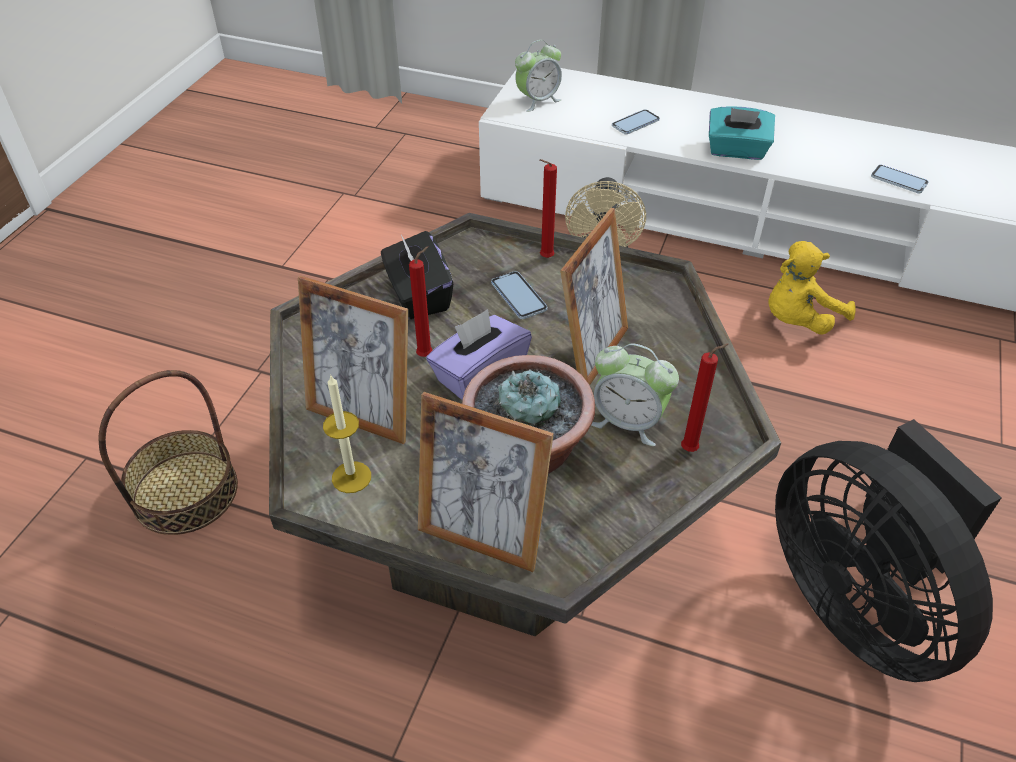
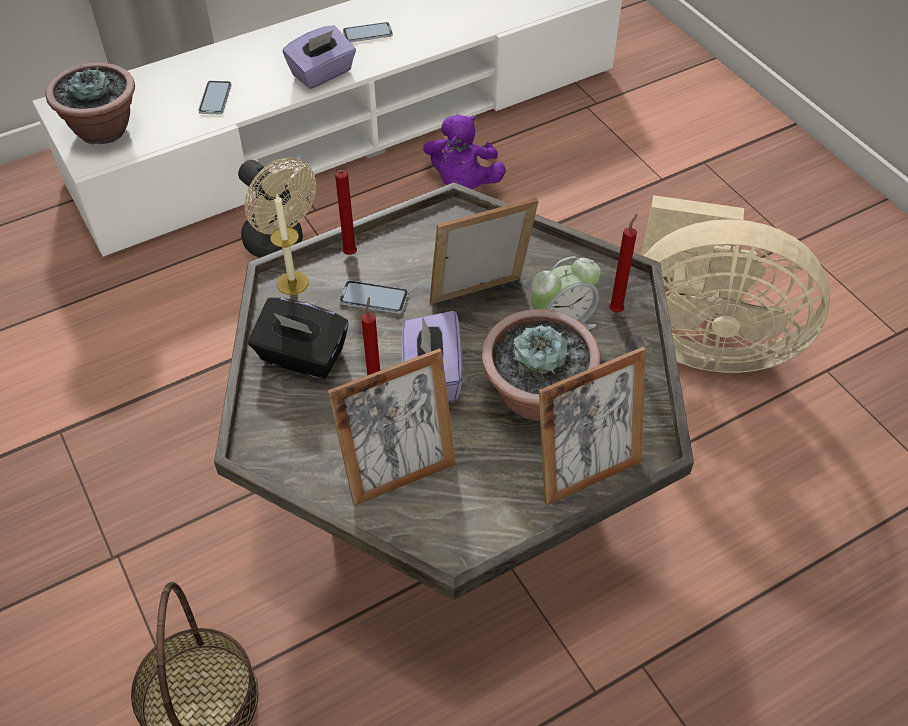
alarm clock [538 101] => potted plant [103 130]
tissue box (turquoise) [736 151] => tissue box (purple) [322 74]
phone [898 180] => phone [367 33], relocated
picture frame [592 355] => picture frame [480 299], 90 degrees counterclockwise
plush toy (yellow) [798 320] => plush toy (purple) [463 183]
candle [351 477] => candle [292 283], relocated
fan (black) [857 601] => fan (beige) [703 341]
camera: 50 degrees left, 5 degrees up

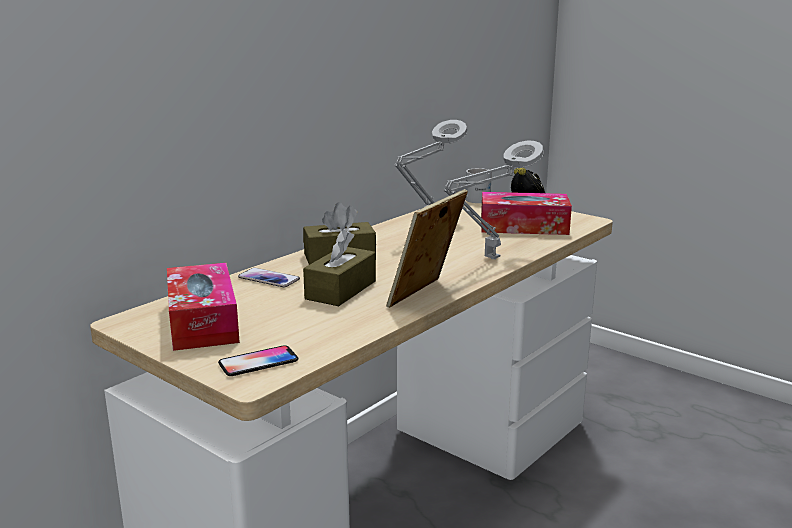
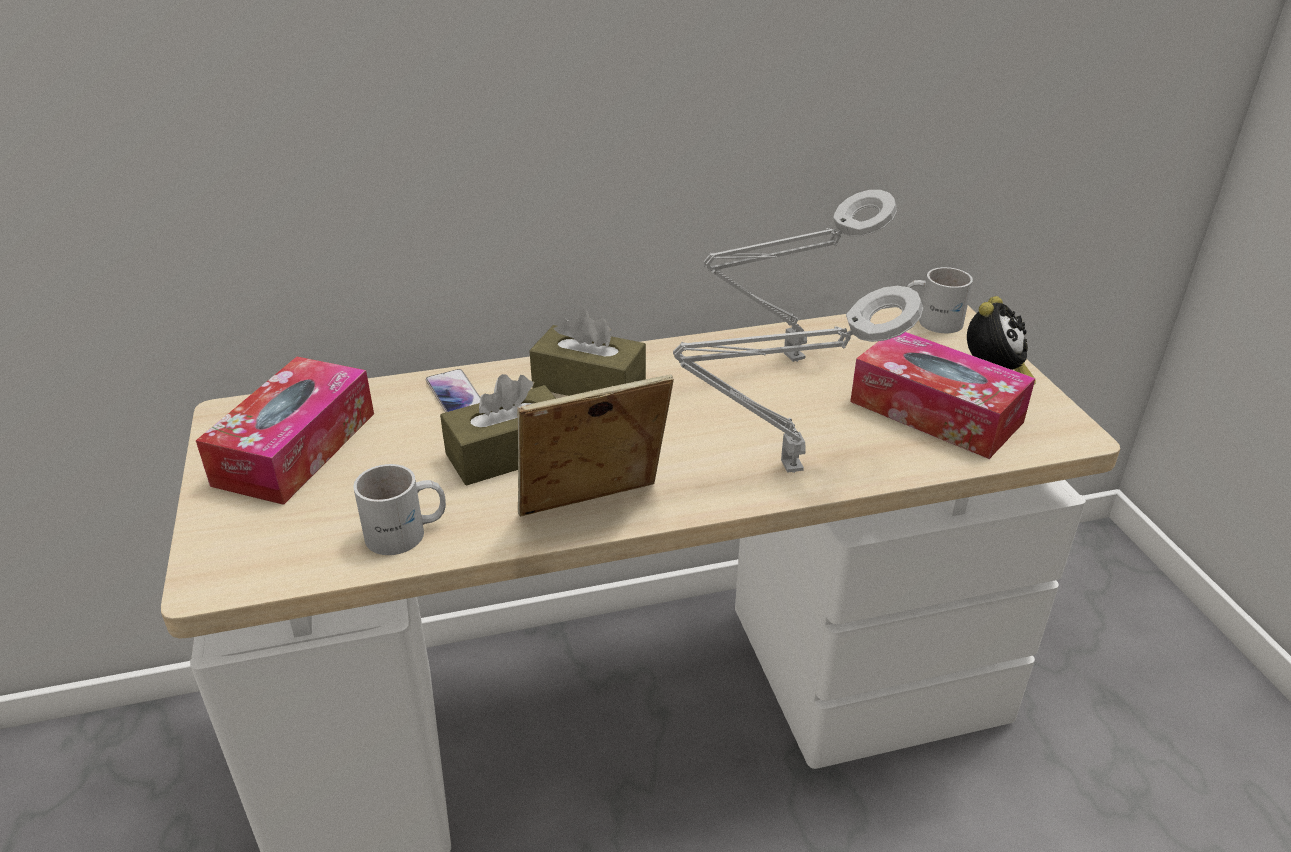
phone [258 362] => nothing
nothing => mug (white) [407 534]
camera: 35 degrees right, 15 degrees up

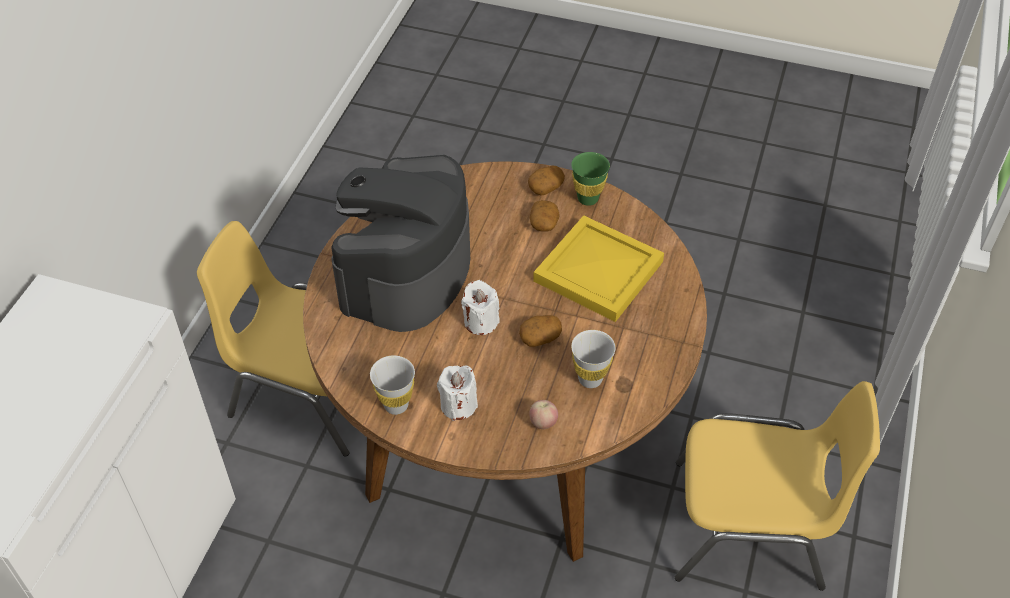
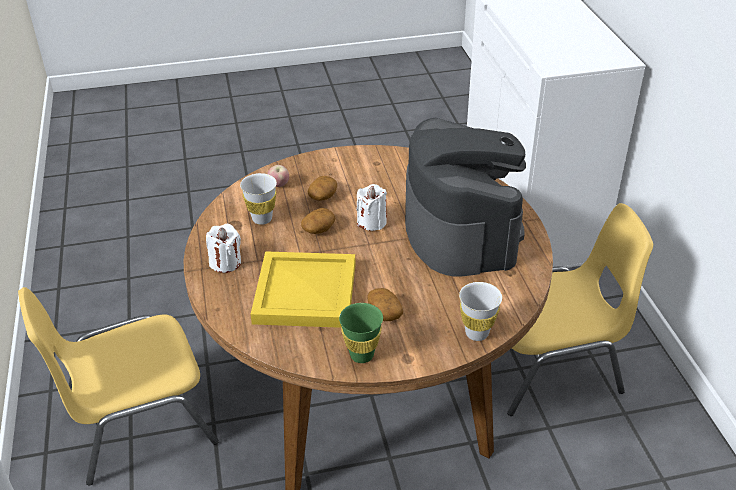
potato [546 187] => potato [323 196], relocated
cup (white) [396 405] => cup (white) [477 333], relocated
candle (white) [458 405] => candle (white) [225 263], relocated
camera: 150 degrees right, 10 degrees down

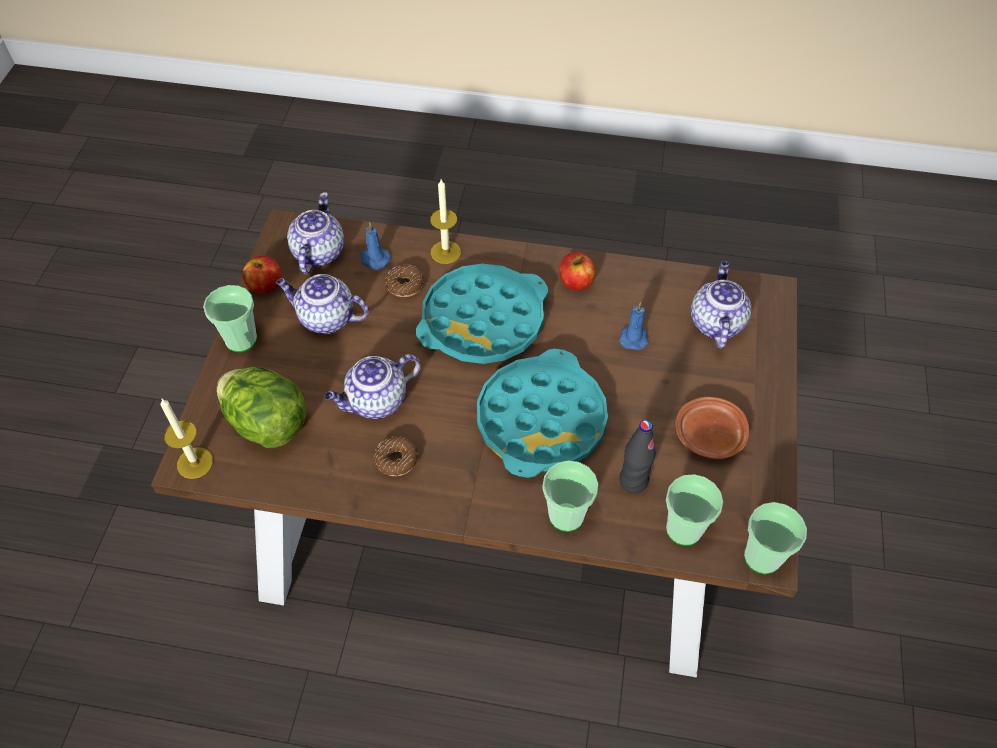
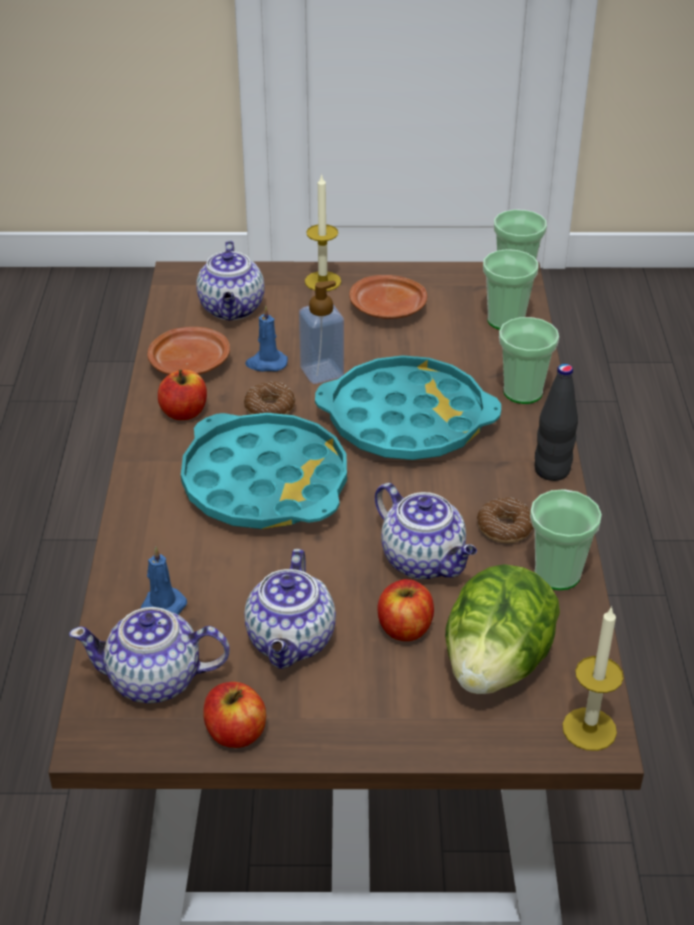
candle [445 252] => candle [323 281], relocated
teapot [715 322] => teapot [232 309], 90 degrees counterclockwise
donut [405 285] => donut [269 408], relocated
cup [241 339] => cup [557 574], relocated
bottle (black) [633 481] => bottle (black) [552 470], relocated
nothing => soap dispenser [322 372]
nothing => plate (brown) [190 364]
nothing => apple [404 628]
camera: 100 degrees left, 15 degrees down

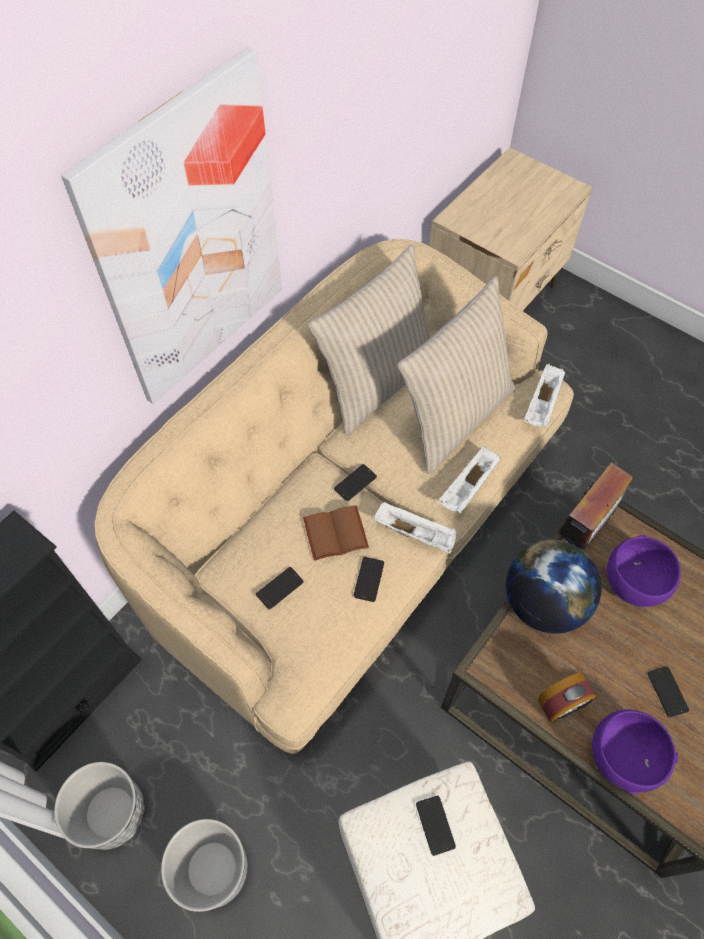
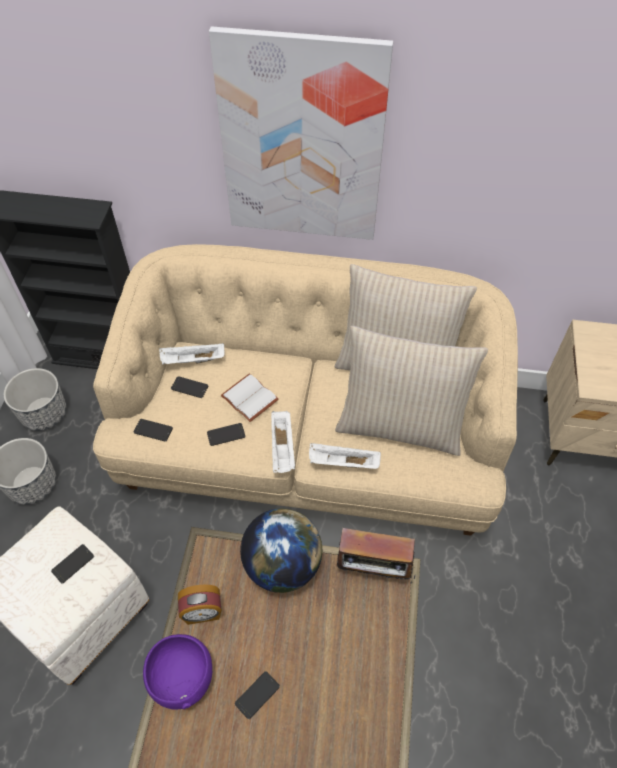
tray (white) [542 404] => tray (white) [192 361], relocated
phone [355 483] => phone [153 430], relocated
book (brown) [335 535] => book (white) [248 398]
bowl (purple) [632 583] => nothing
alarm clock [560 705] => alarm clock [202 612], 45 degrees counterclockwise
camera: 60 degrees right, 5 degrees down

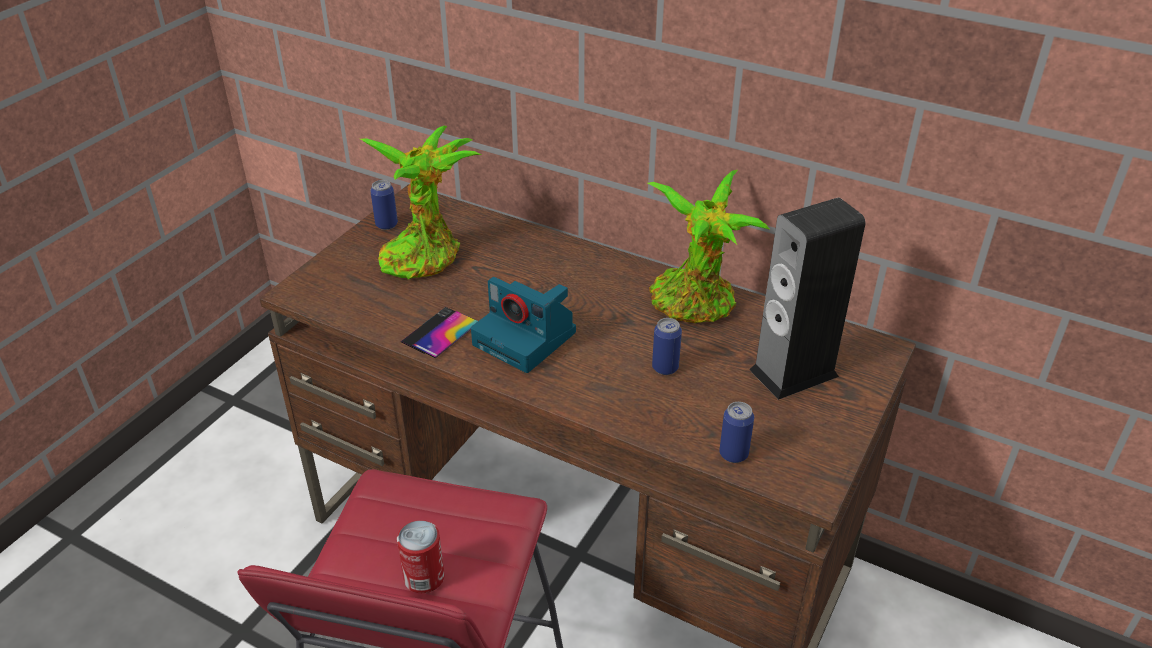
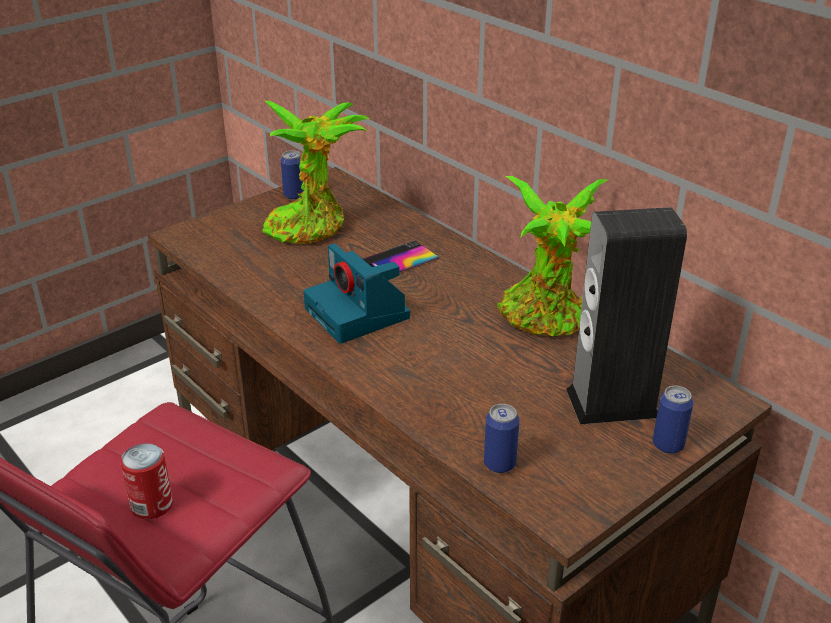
phone [440 332] => phone [400 259], relocated
can [665 368] => can [668 445], relocated
camera: 20 degrees right, 5 degrees down

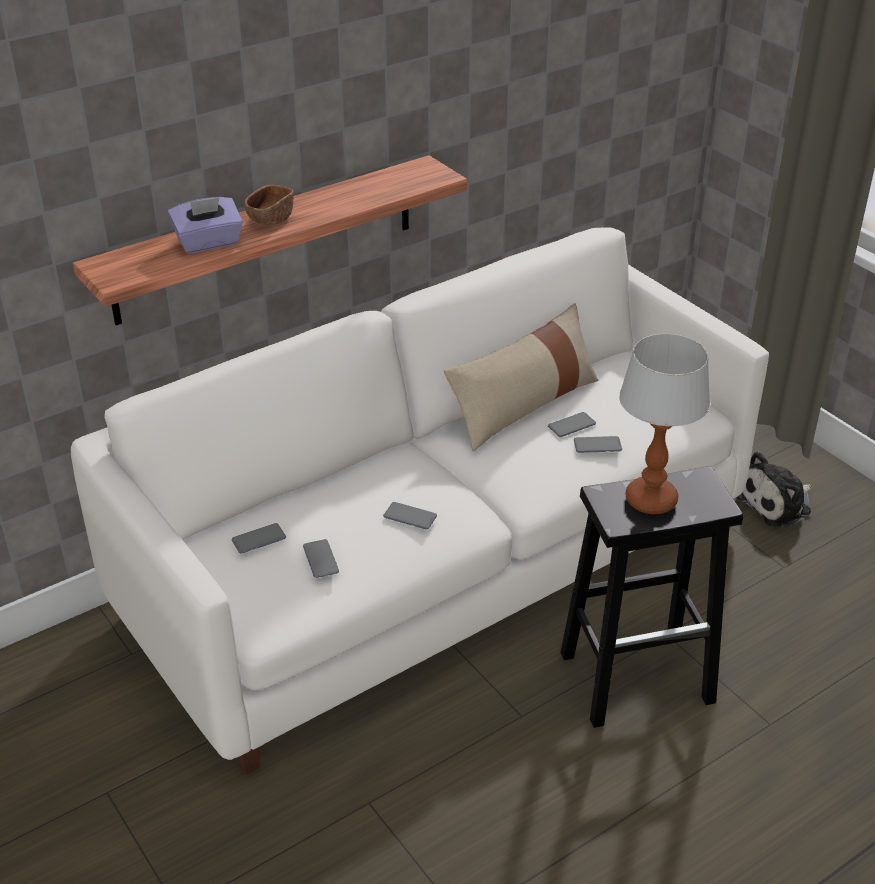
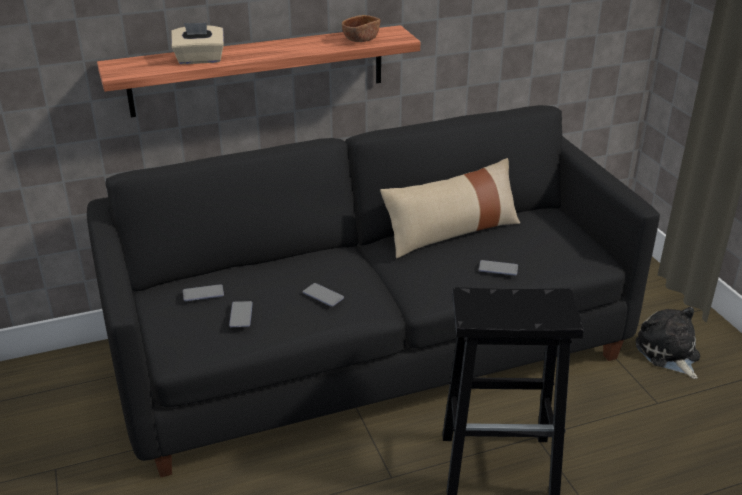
bowl (brown) [270 218] => bowl (brown) [361 39], relocated
tissue box (purple) [208 243] => tissue box (beige) [200 60]
sofa (white) [437 564] => sofa (black) [371 351]
table lamp [652 500] => nothing
phone [571 425] => nothing
plush toy [777 504] => plush toy [668 353], 90 degrees clockwise
camera: 15 degrees right, 5 degrees down

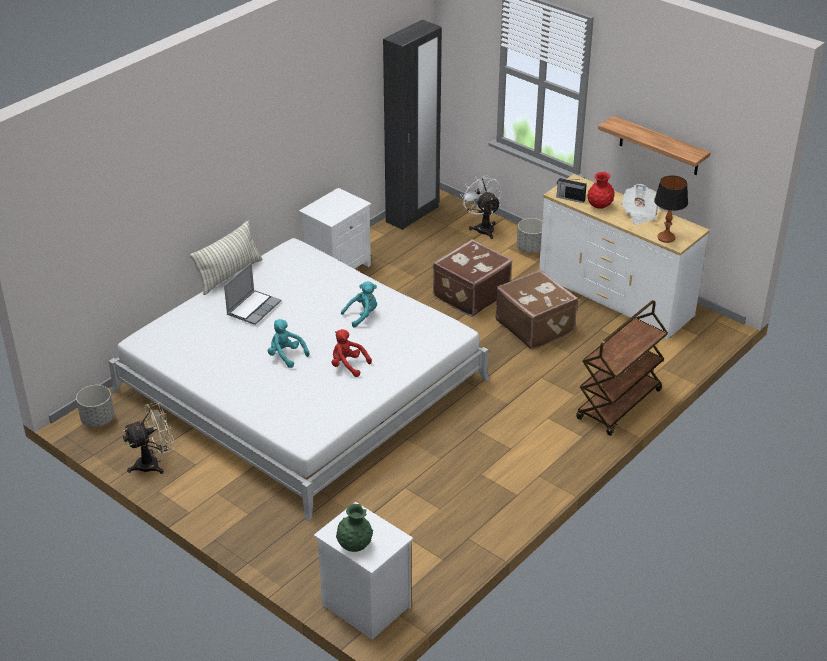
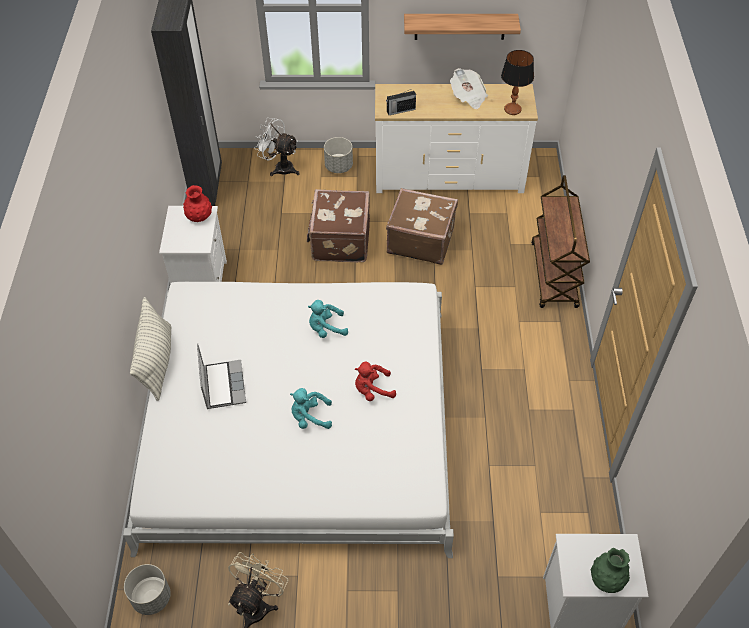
vase (red) [599 206] => vase (red) [199 217], relocated
plush toy (turquoise) [362 315] => plush toy (turquoise) [326 328], 120 degrees counterclockwise
camera: 40 degrees left, 15 degrees up

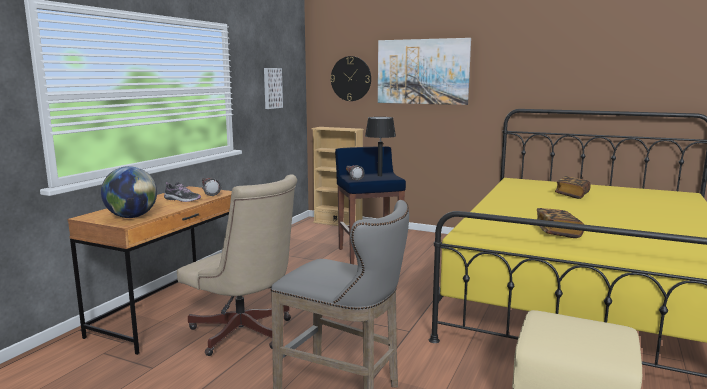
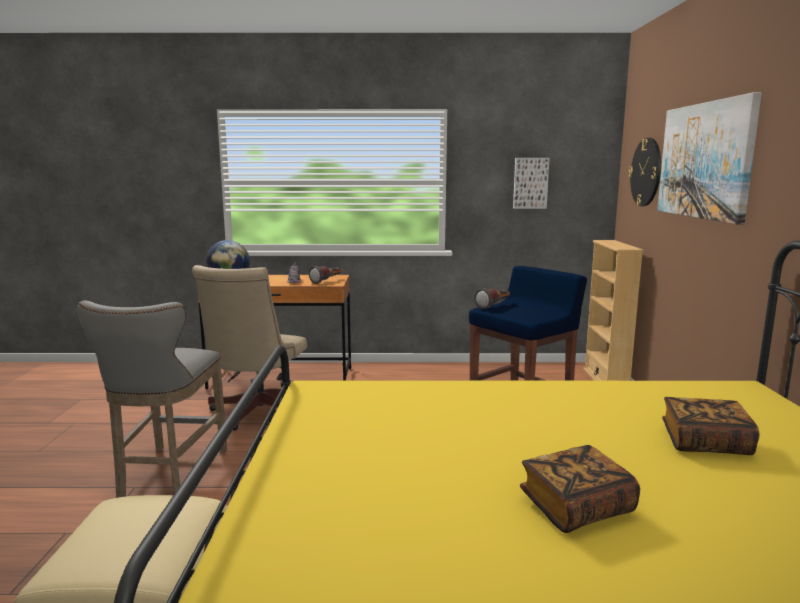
table lamp (black) [379 176] => nothing
book [557 233] => book [576 507], relocated
camera: 65 degrees right, 0 degrees up

